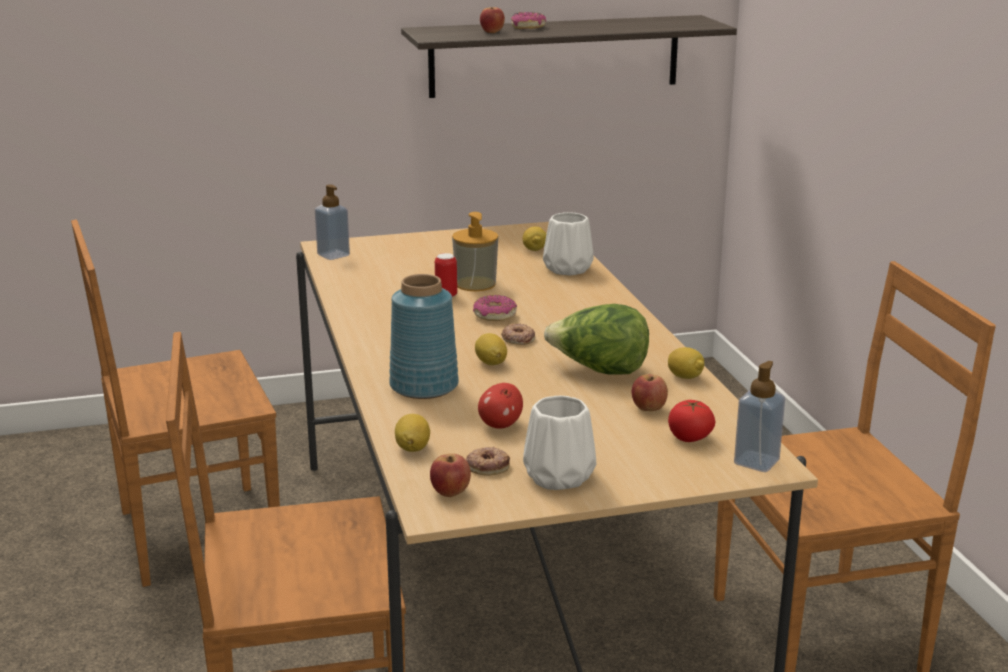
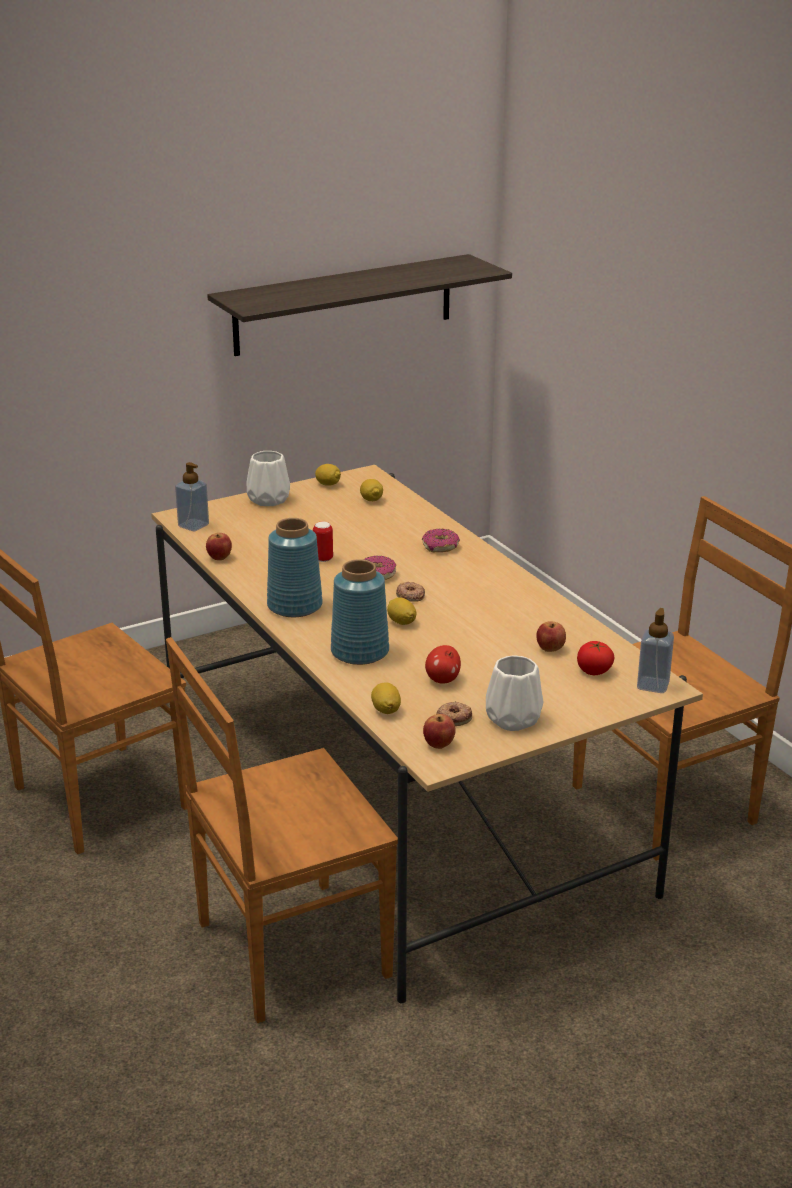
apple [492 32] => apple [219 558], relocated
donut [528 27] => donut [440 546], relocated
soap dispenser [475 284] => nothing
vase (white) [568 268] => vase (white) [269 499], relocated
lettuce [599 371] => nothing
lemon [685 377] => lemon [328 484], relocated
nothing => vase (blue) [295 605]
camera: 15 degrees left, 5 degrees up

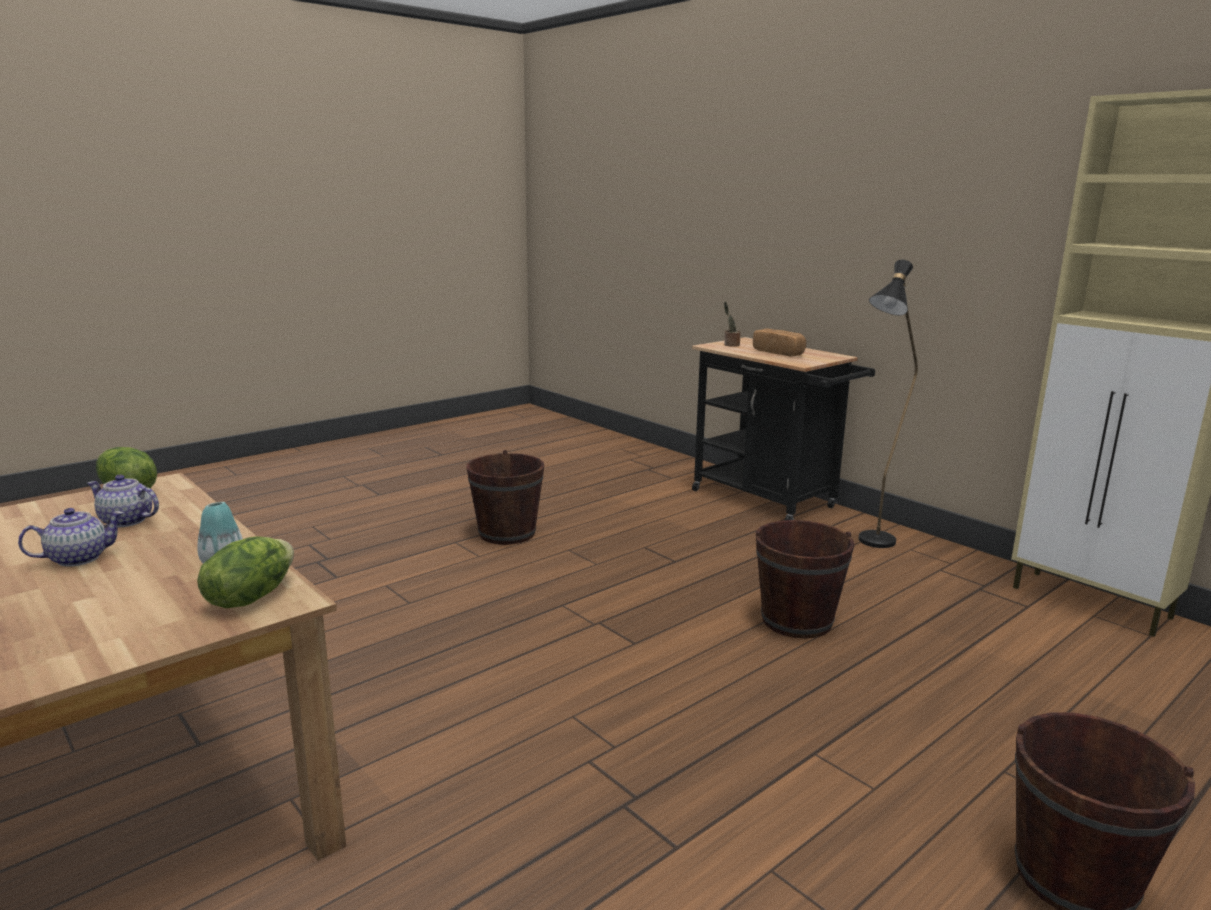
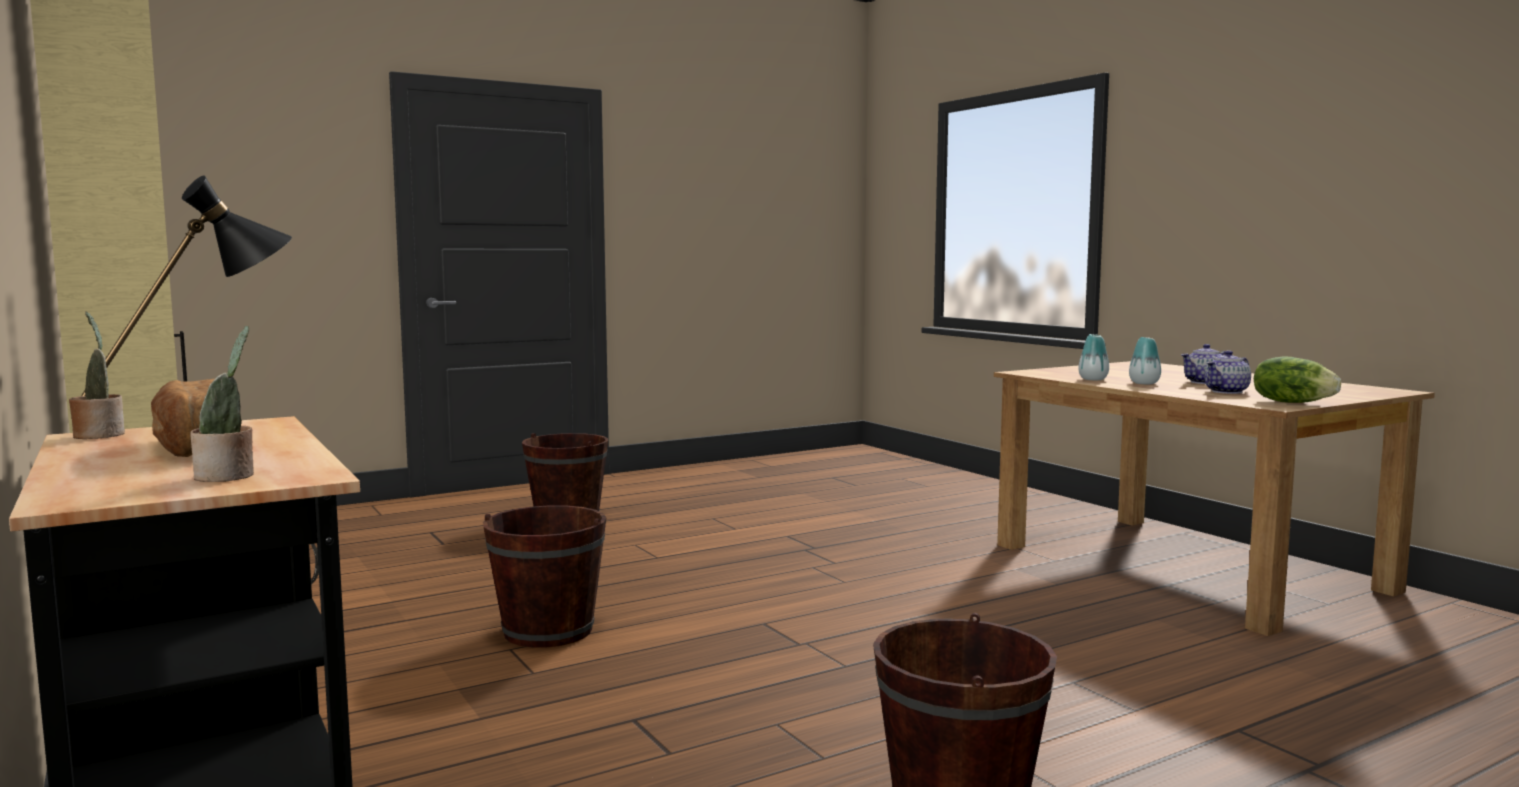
teapot [127 521] => teapot [1227 391], 120 degrees clockwise
lettuce [250 597] => nothing
nothing => potted plant [99 435]
nothing => vase [1144 383]
camera: 170 degrees left, 10 degrees down

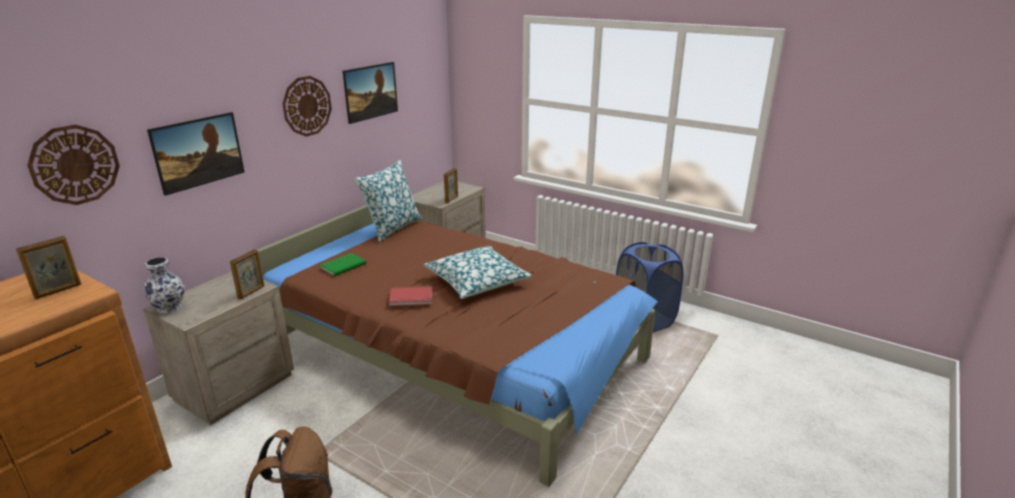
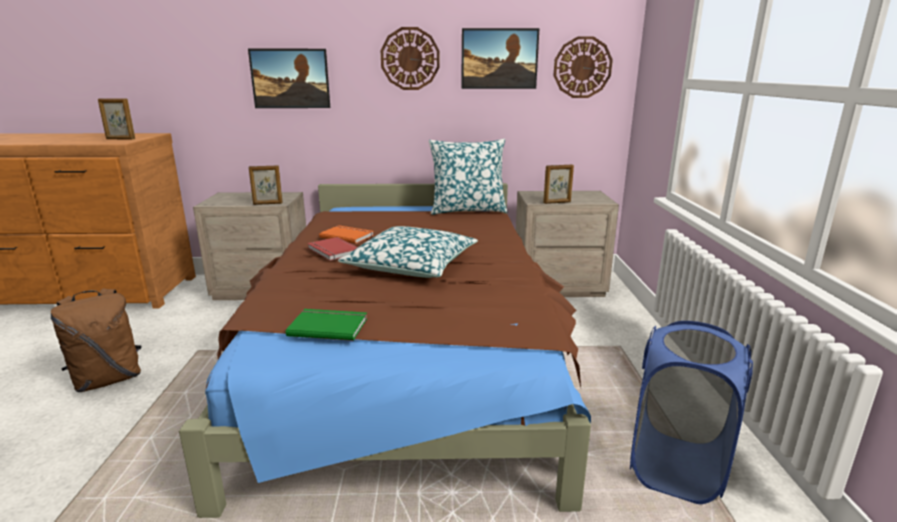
wall clock [75 165] => wall clock [582 67], relocated
book (green) [342 265] => book (green) [328 326], relocated
vase [170 307] => nothing
nothing => book (orange) [347 236]
camera: 55 degrees right, 5 degrees down

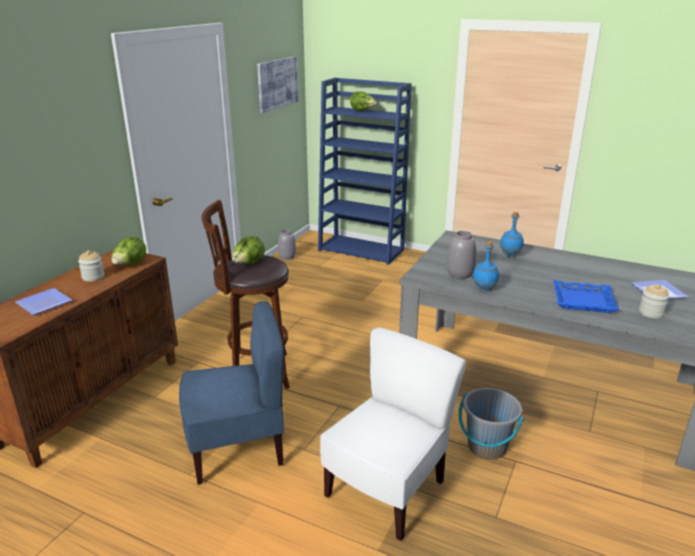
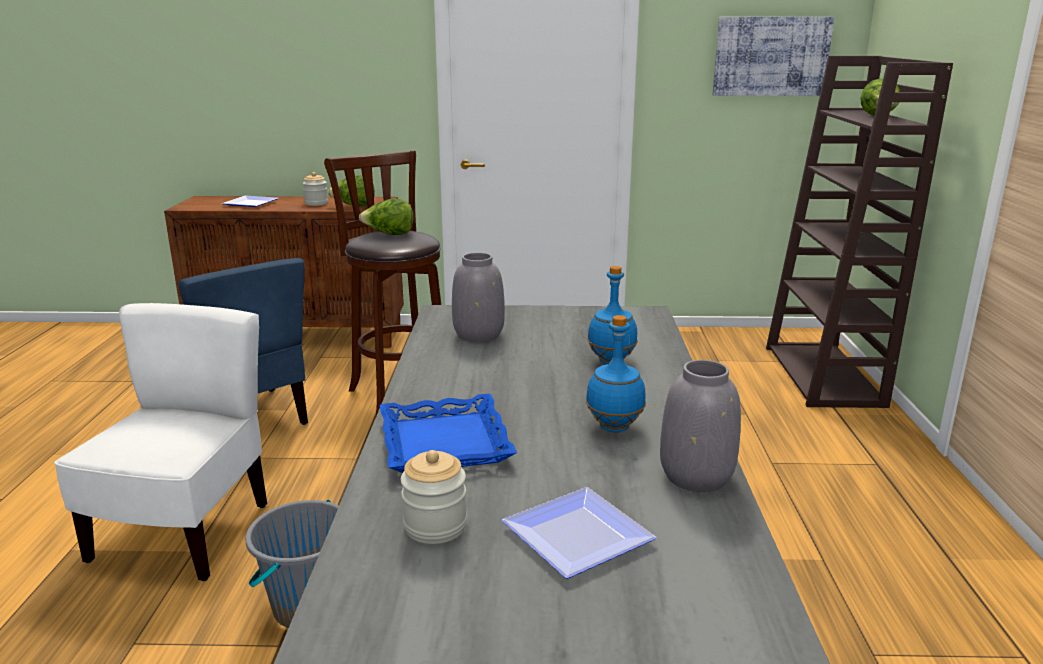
bookcase (blue) [362 250] => bookcase (brown) [824 376]
vase (grey) [287 257] => vase (grey) [695 477], relocated
bottle (blue) [484 289] => bottle (blue) [614 427], relocated
chair (white) [387 490] => chair (white) [184 533], 90 degrees counterclockwise
camera: 65 degrees right, 5 degrees down

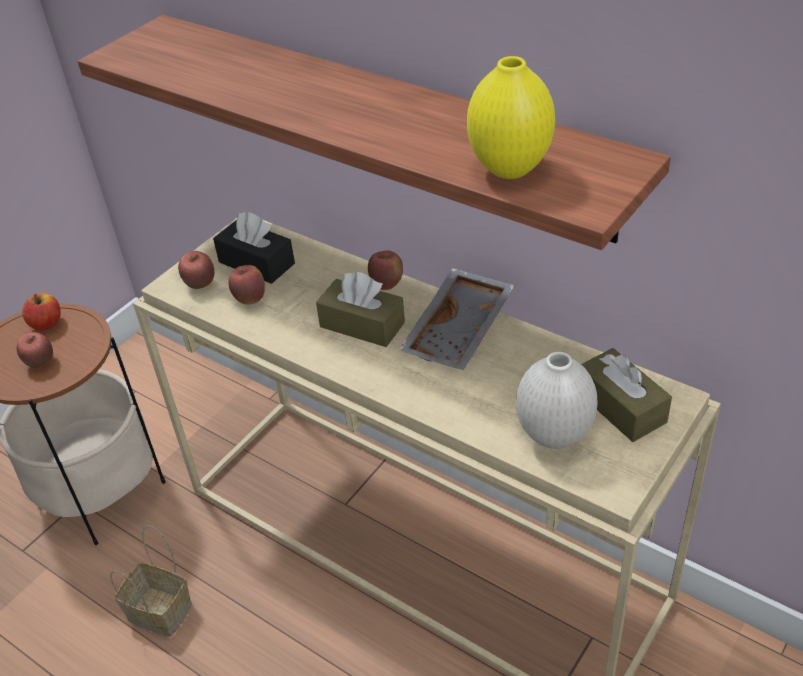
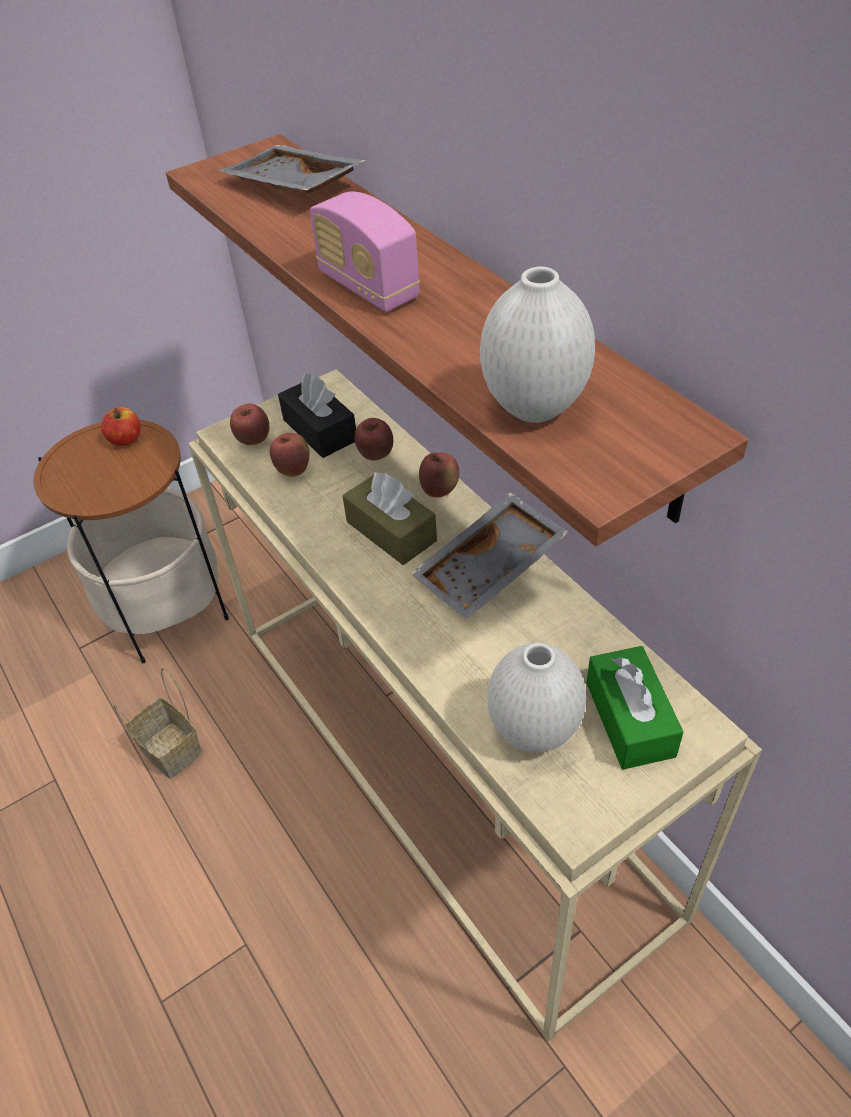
vase (yellow) [510 170] => vase (white) [535 409]
apple [40 363] => apple [376 455], relocated
tissue box (brown) [620 407] => tissue box (green) [629 719]
nothing => tray (grey) [291 187]
nothing => radio [368 287]
camera: 20 degrees right, 5 degrees up

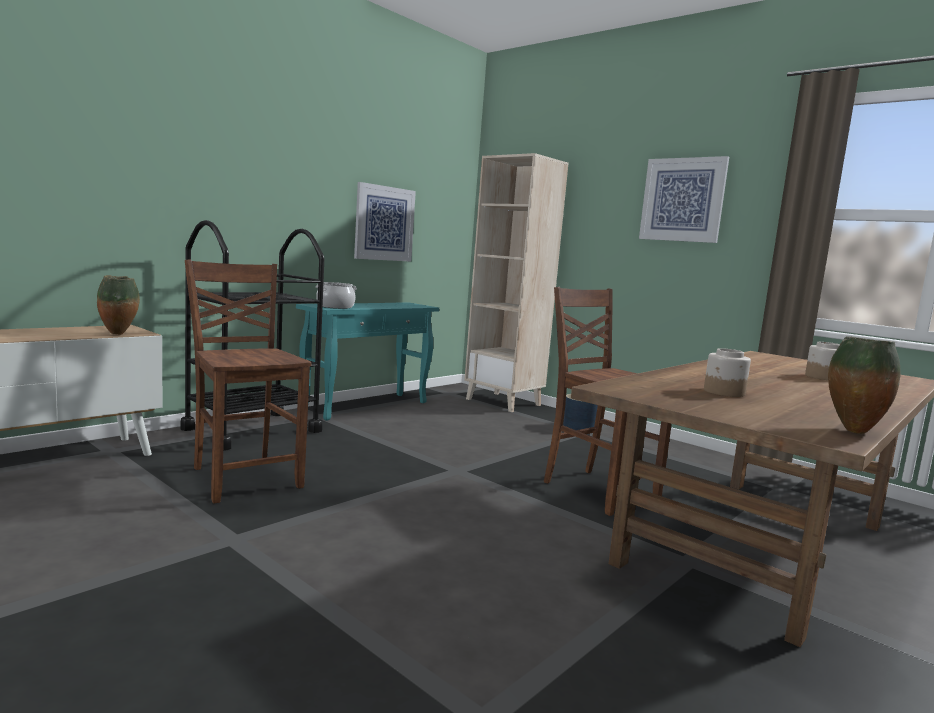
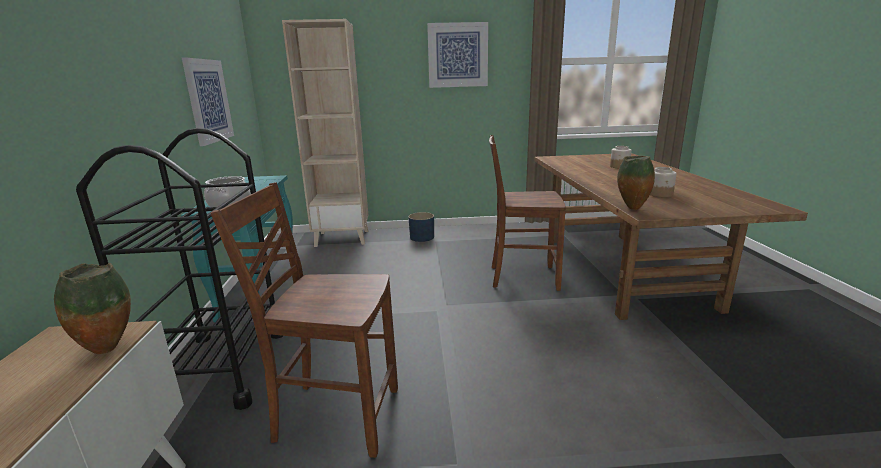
vase [851 431] => vase [631 208], relocated
camera: 45 degrees left, 10 degrees up

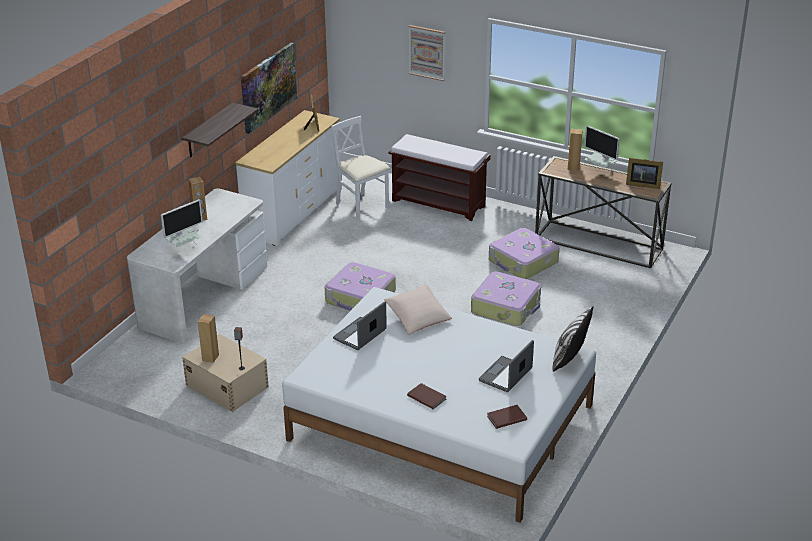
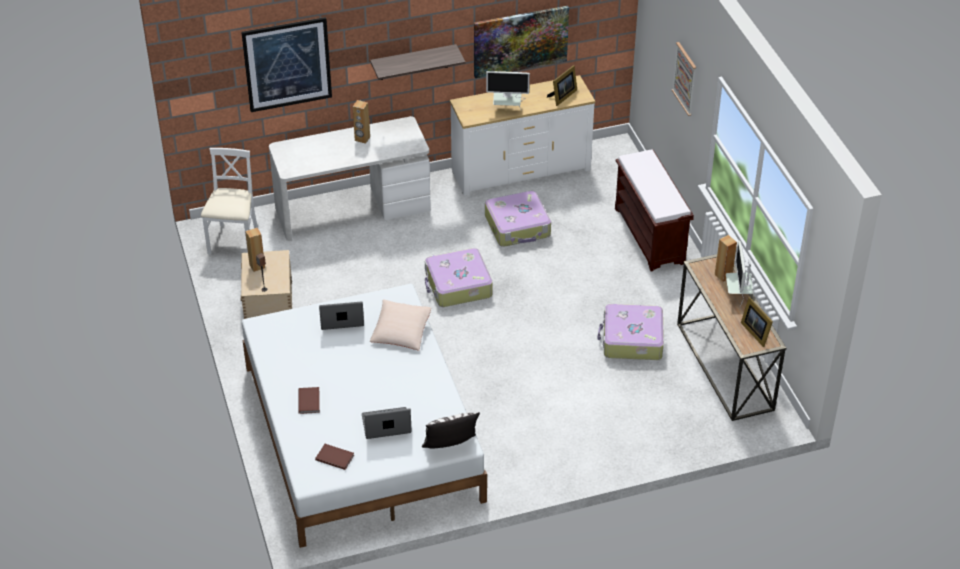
chair (white) [362 206] => chair (white) [234 241], relocated
monitor [184 250] => monitor [507 109], relocated
suitcase [506 307] => suitcase [518 226], relocated
nothing => picture [287 64]
camera: 45 degrees right, 10 degrees up

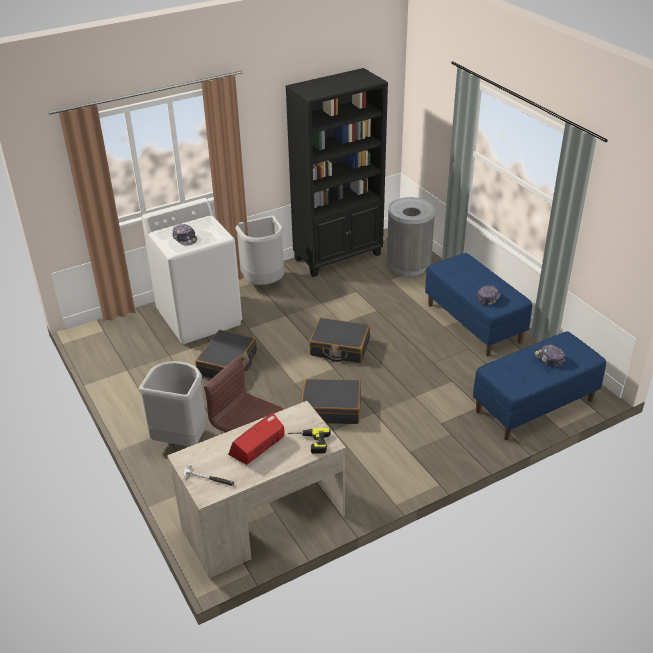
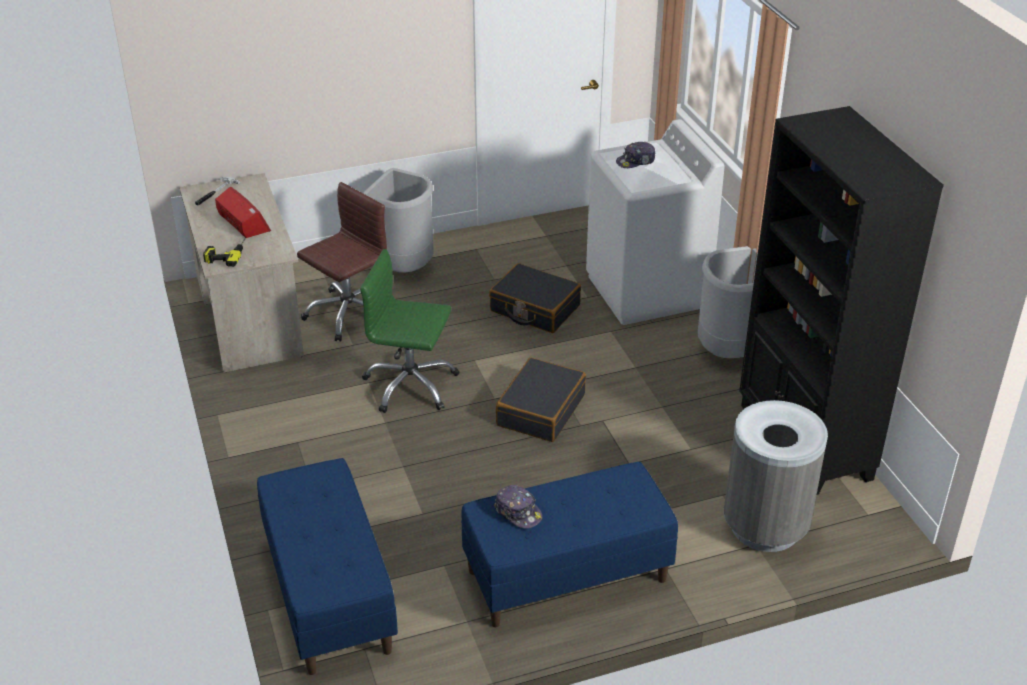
cap [549 359] => nothing
suitcase (black) [331 408] => office chair (green) [410 385]
camera: 100 degrees right, 0 degrees up

